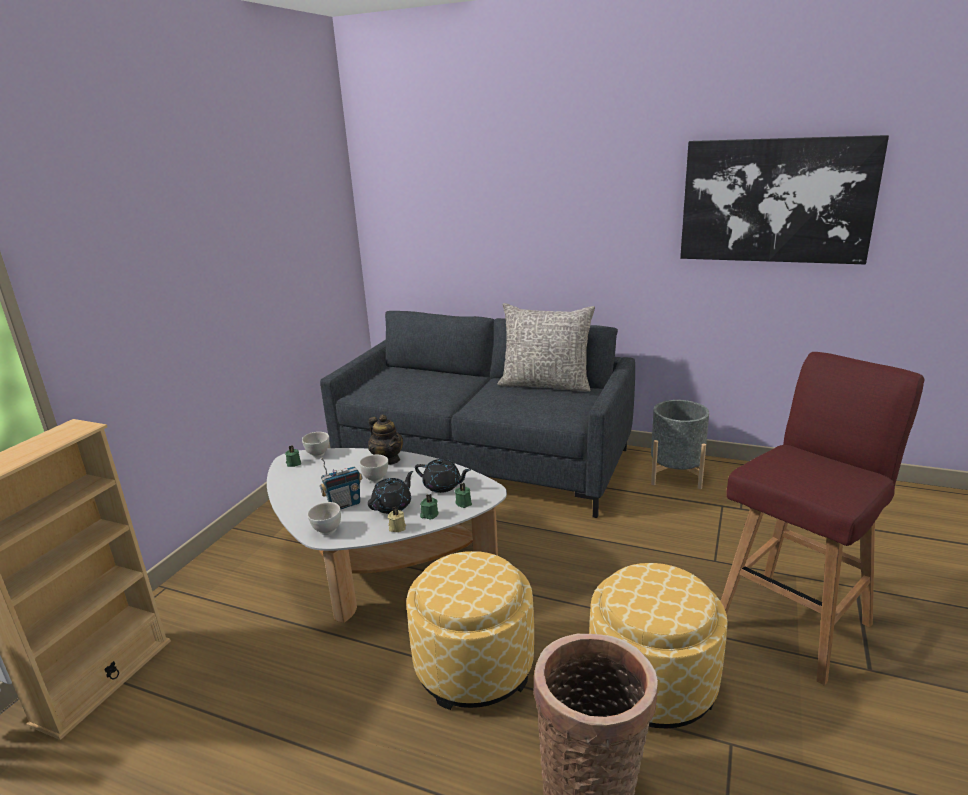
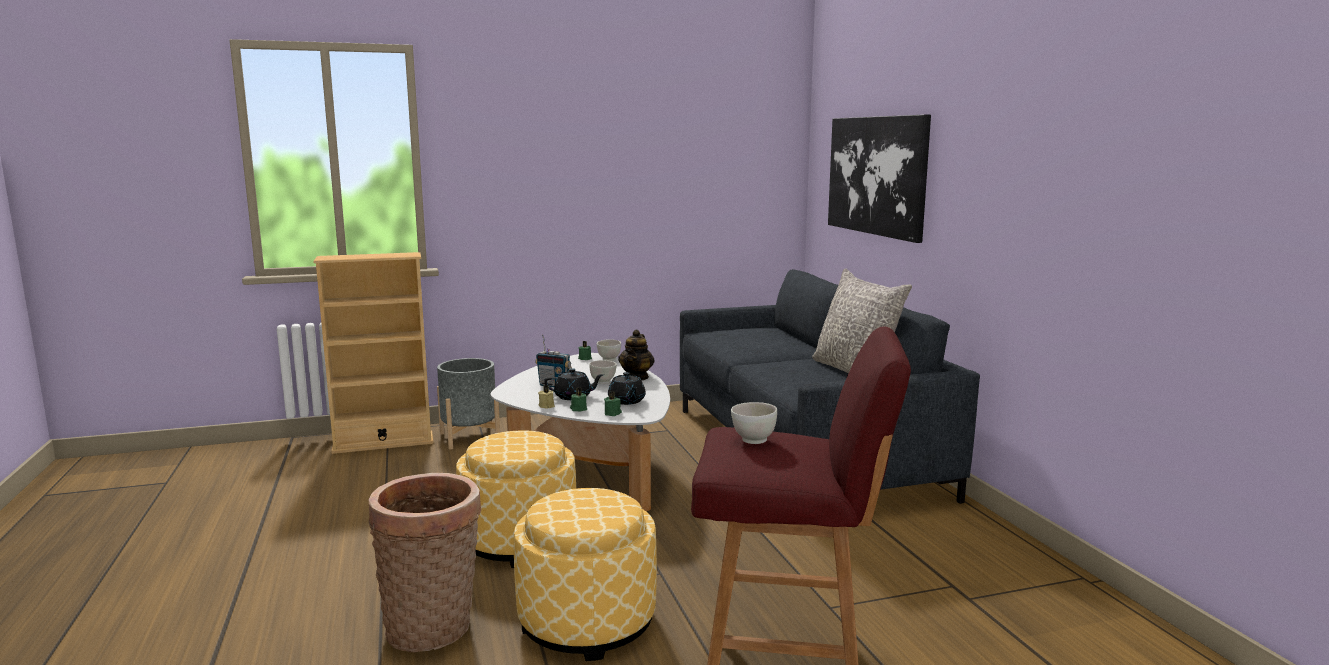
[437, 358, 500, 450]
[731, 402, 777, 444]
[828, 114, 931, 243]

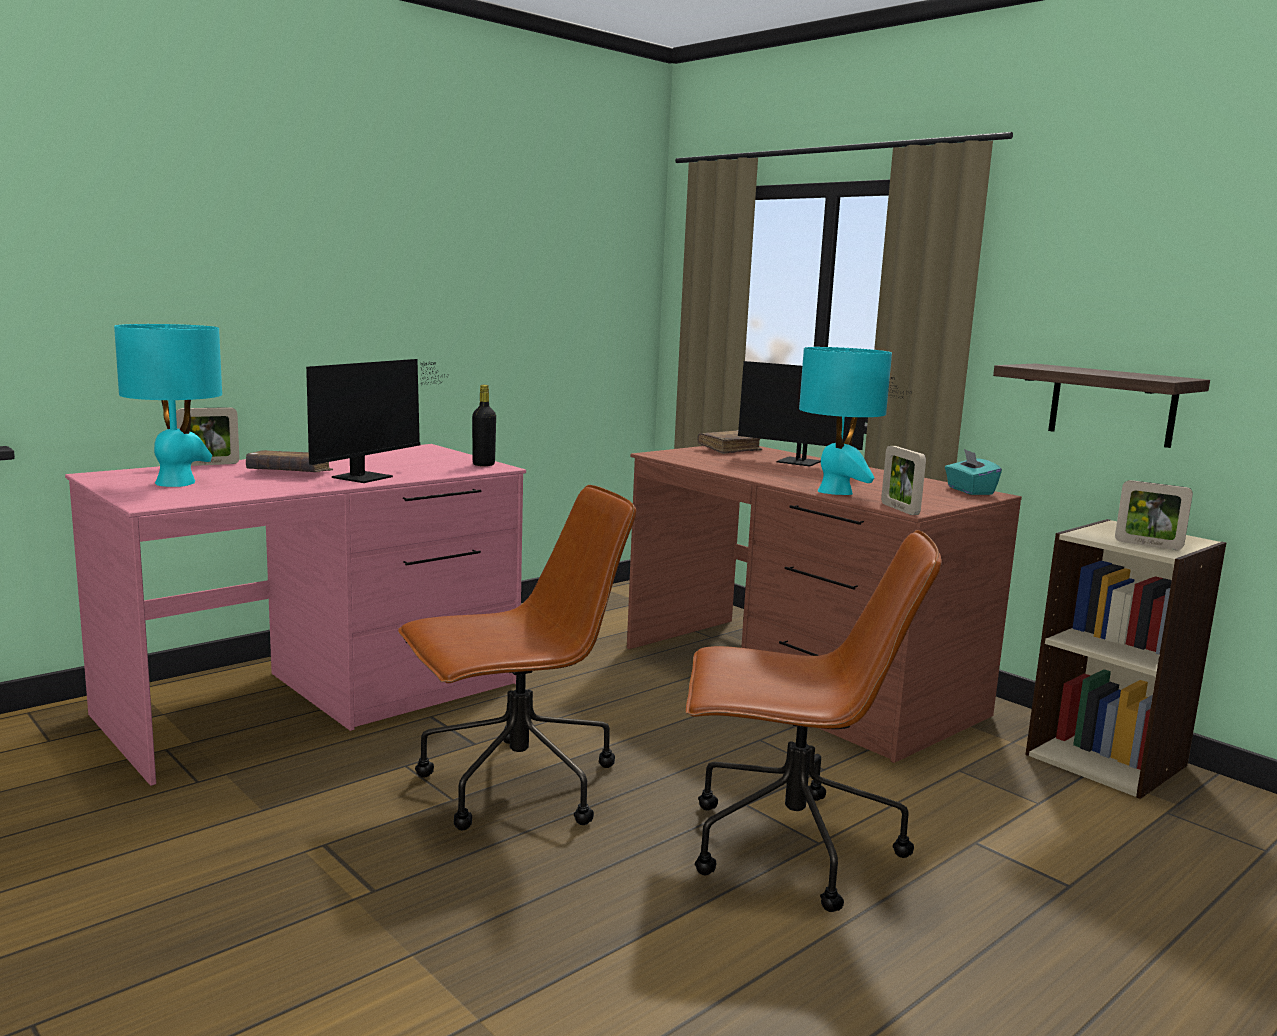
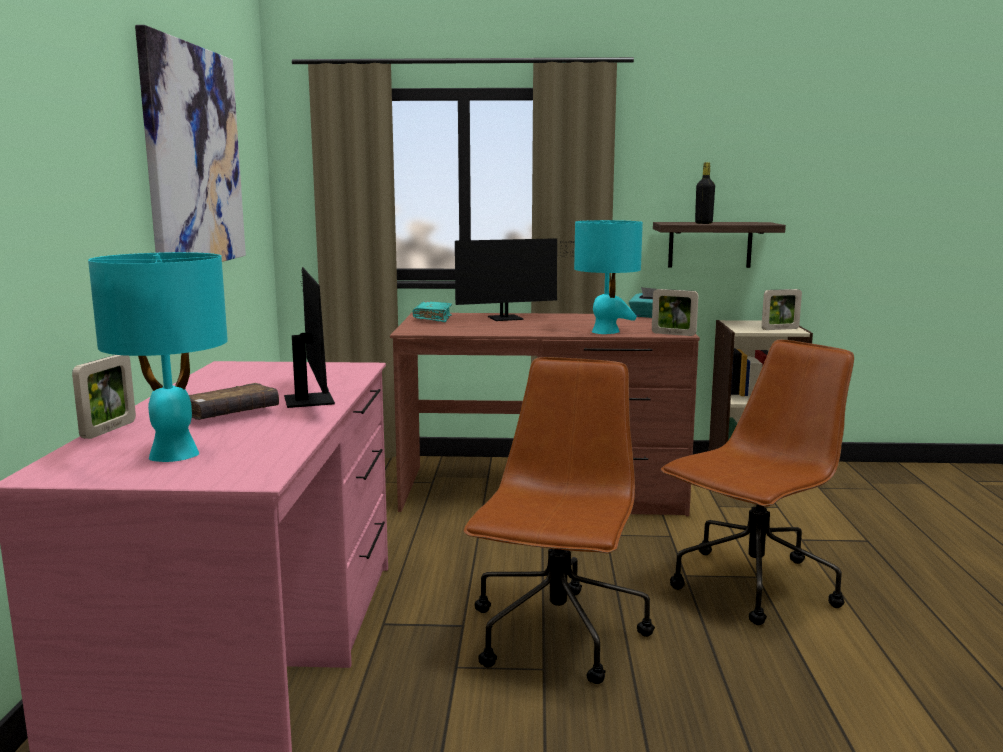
[135, 25, 246, 262]
[413, 301, 452, 322]
[695, 162, 715, 224]

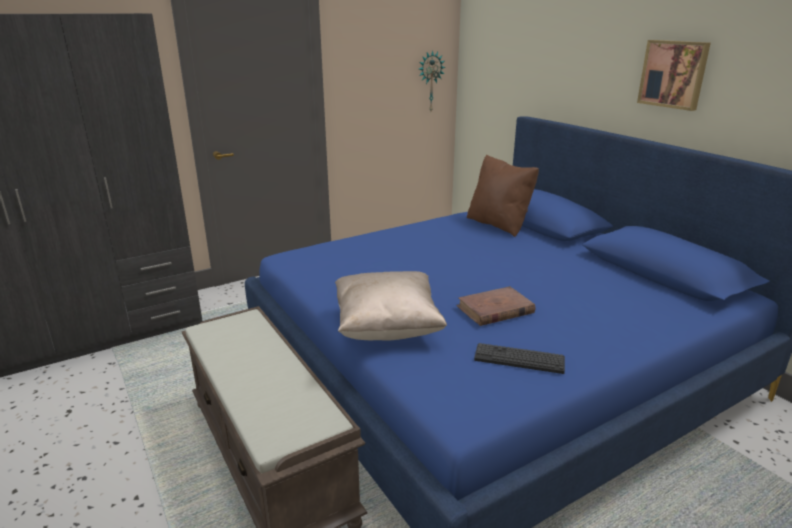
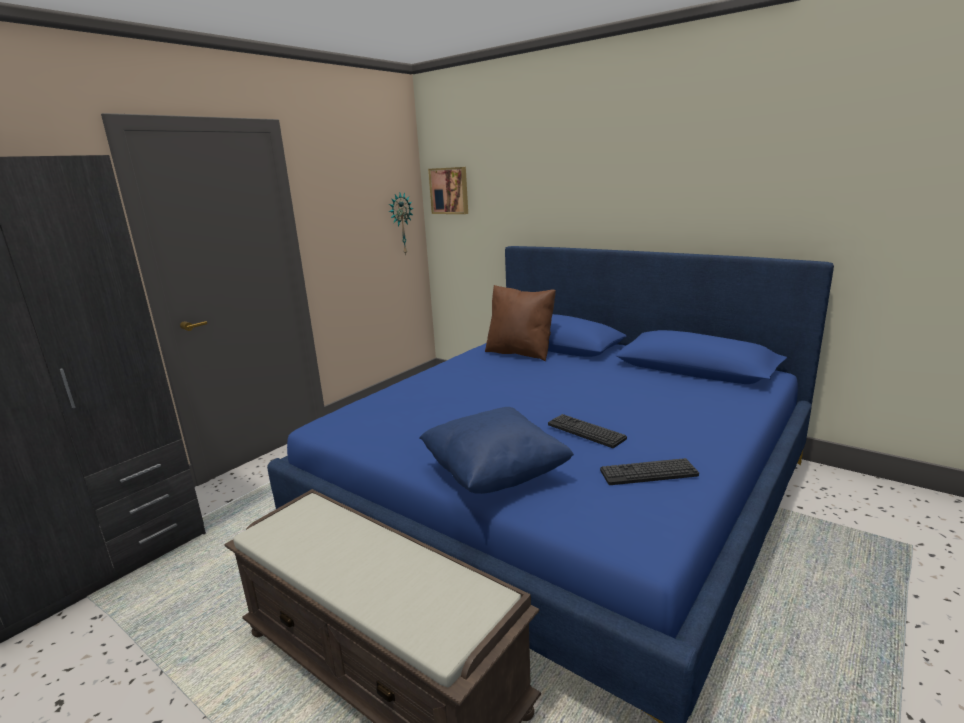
[419, 407, 574, 494]
[428, 167, 468, 214]
[548, 414, 627, 448]

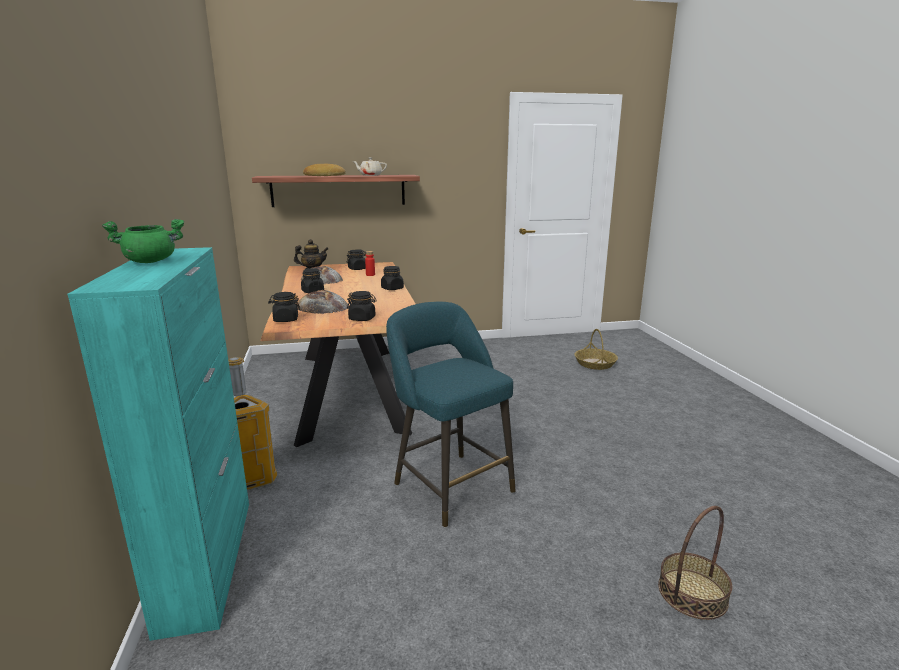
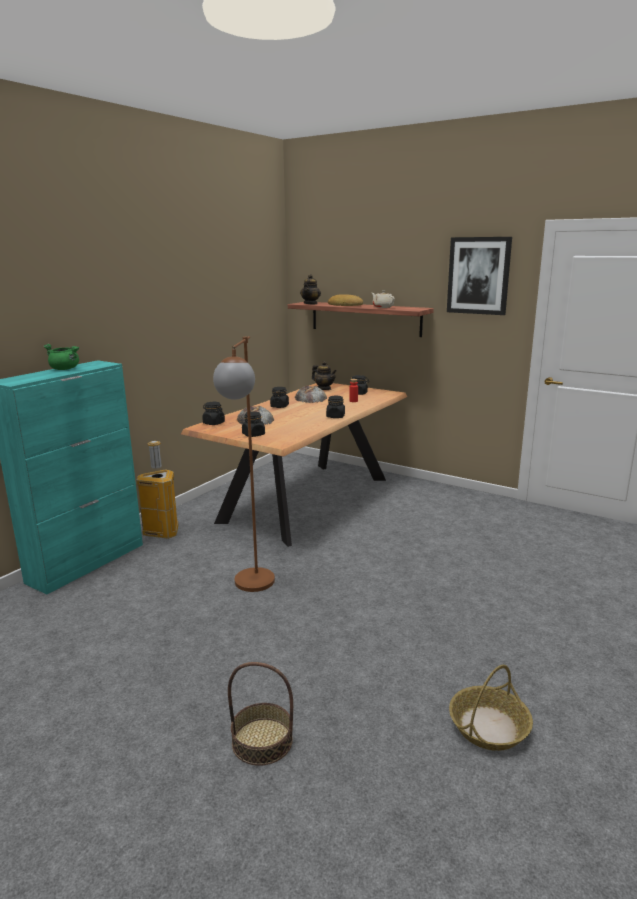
[213, 336, 275, 592]
[300, 274, 321, 304]
[447, 237, 512, 315]
[449, 665, 533, 751]

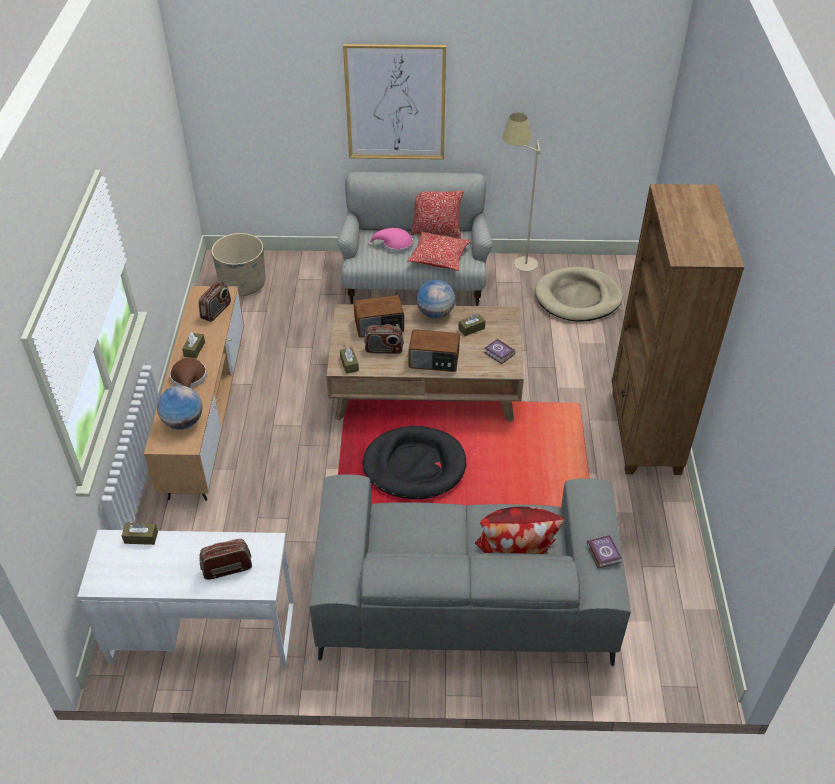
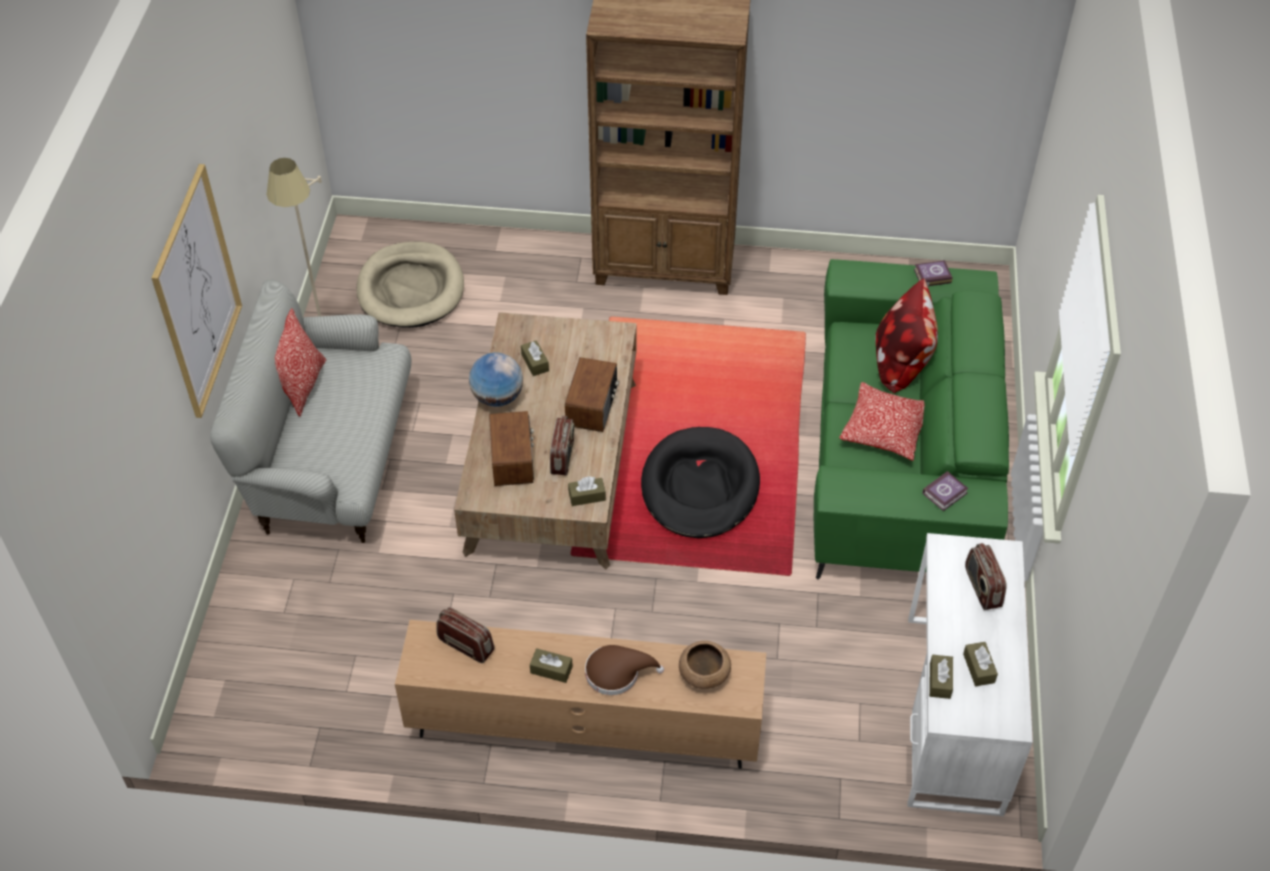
[679, 641, 731, 689]
[814, 259, 1009, 579]
[839, 382, 924, 461]
[923, 471, 969, 511]
[963, 642, 998, 686]
[211, 233, 266, 296] (first image)
[368, 228, 413, 253] (first image)

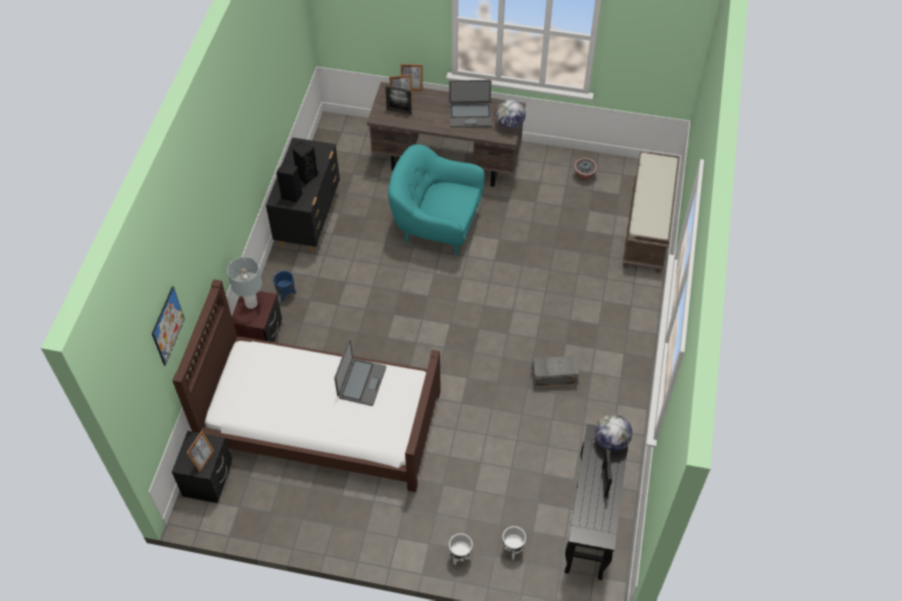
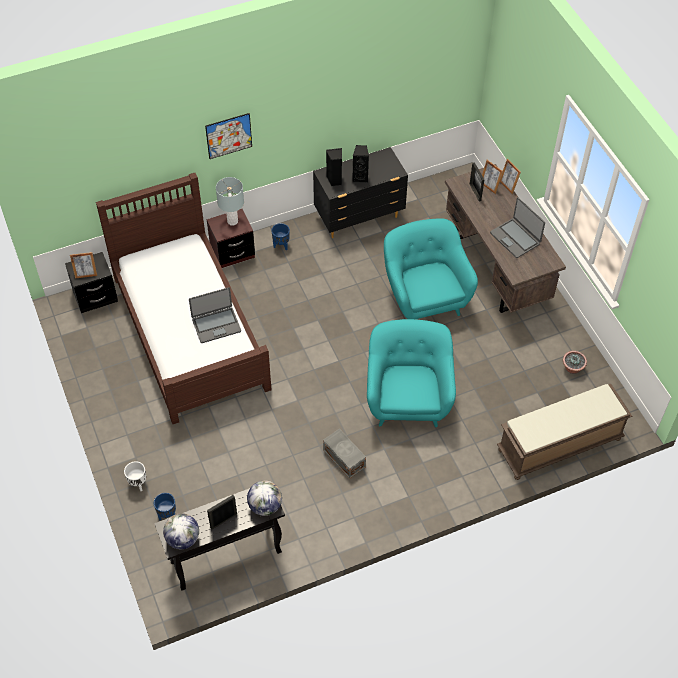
[154, 493, 176, 520]
[163, 513, 199, 549]
[205, 113, 252, 159]
[367, 319, 456, 427]

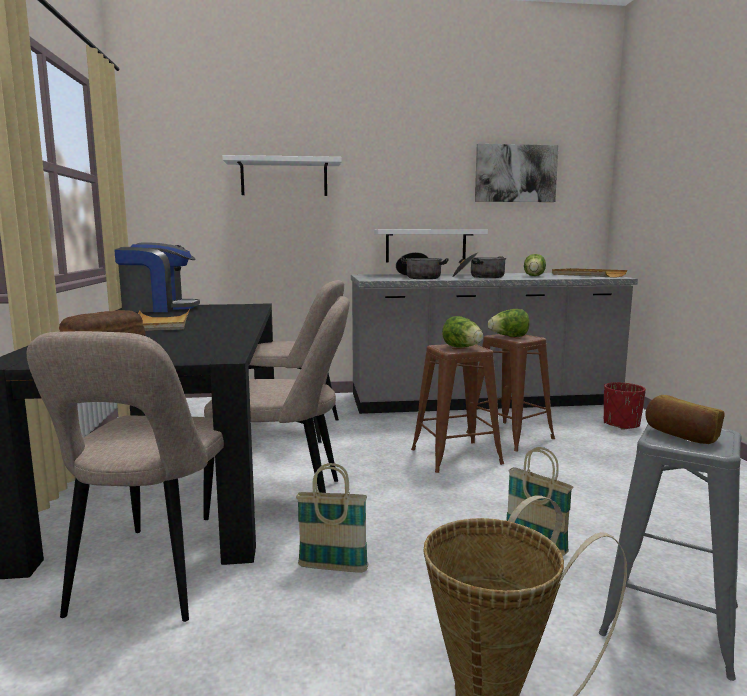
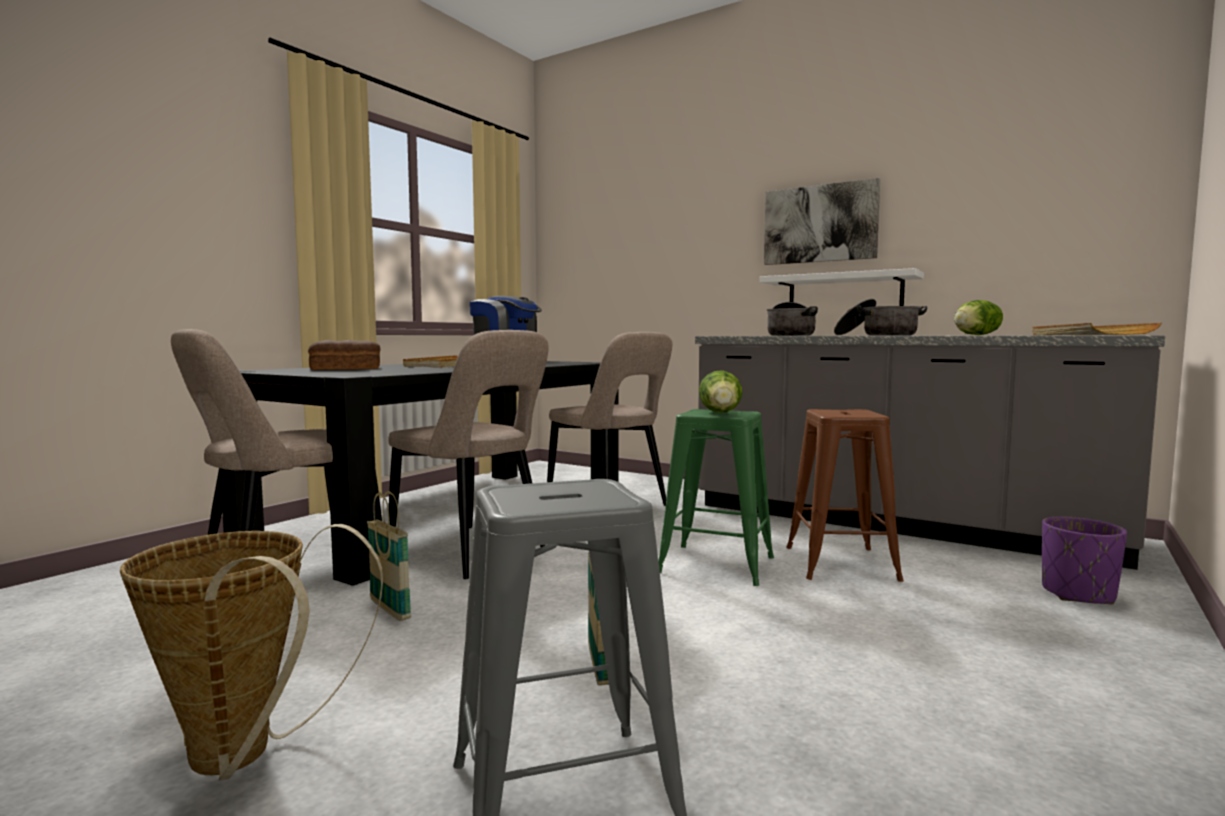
[658, 409, 774, 586]
[764, 178, 880, 265]
[1042, 516, 1127, 605]
[222, 155, 342, 196] (first image)
[488, 309, 530, 337] (first image)
[645, 395, 724, 444] (first image)

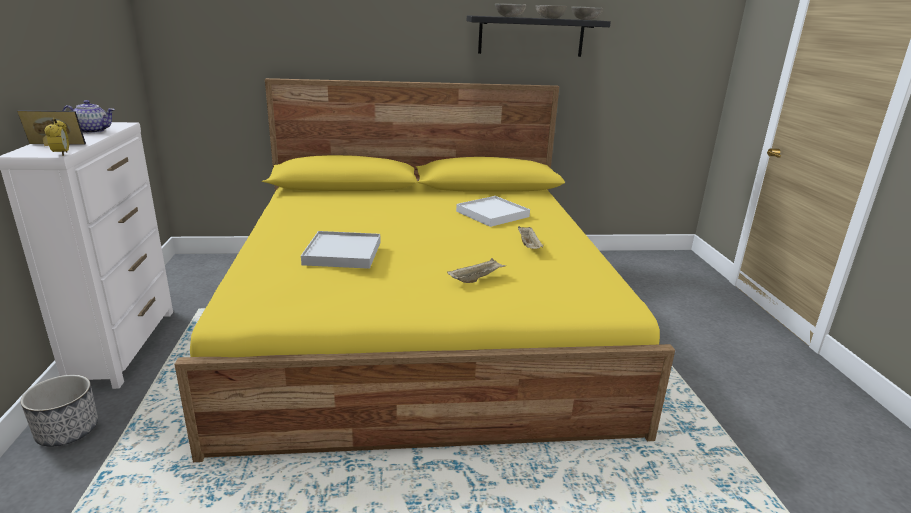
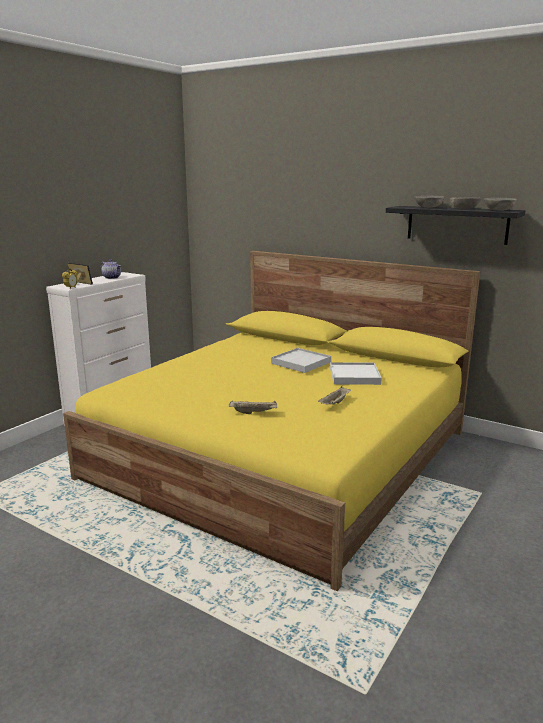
[271, 348, 331, 373]
[20, 375, 98, 447] (first image)

